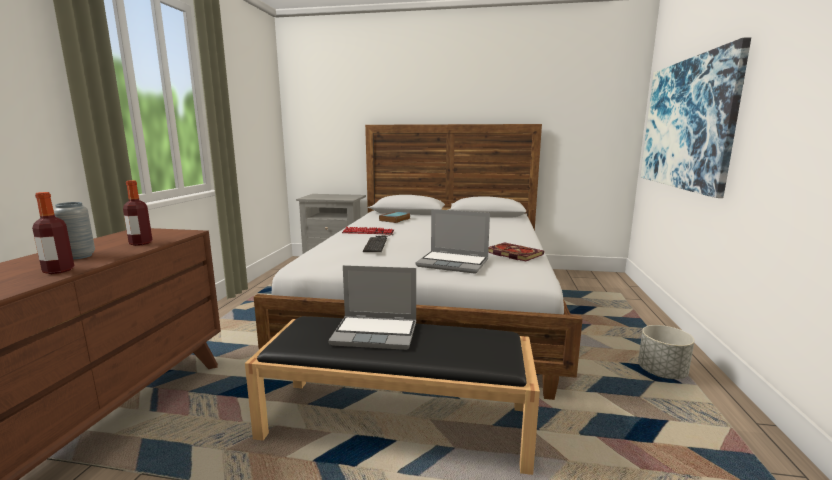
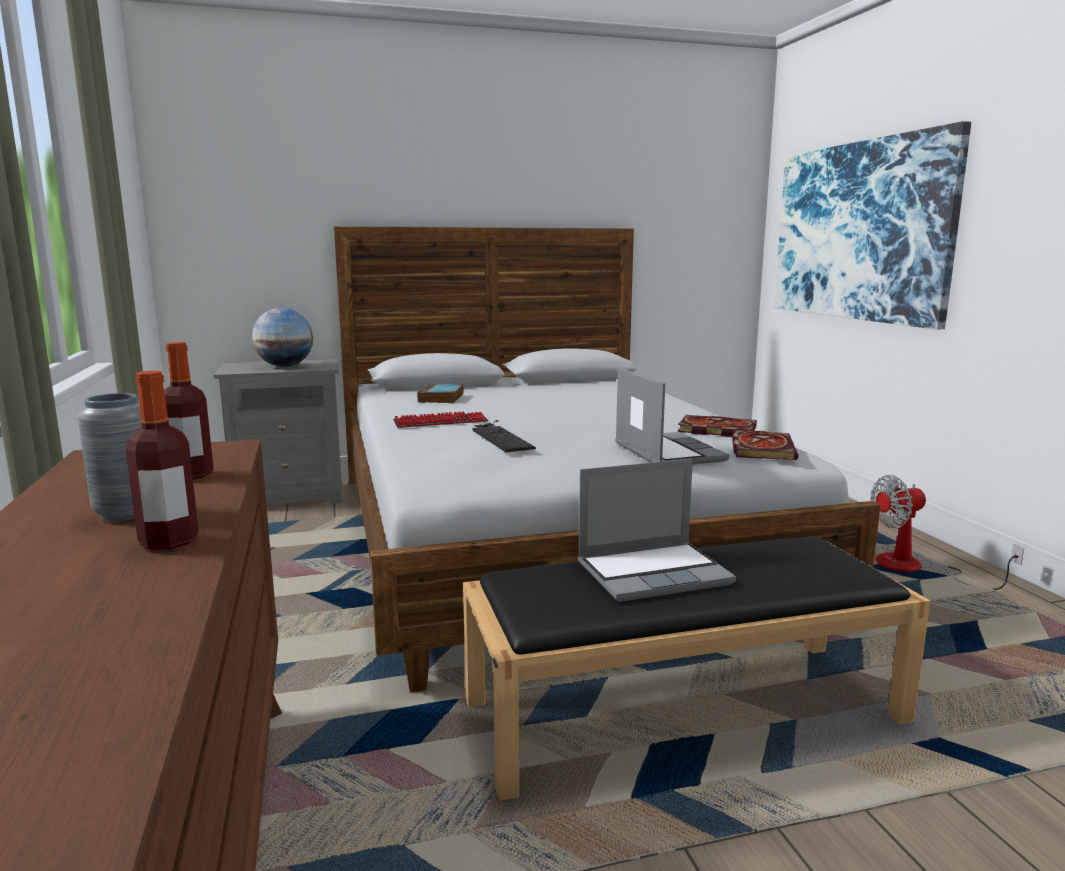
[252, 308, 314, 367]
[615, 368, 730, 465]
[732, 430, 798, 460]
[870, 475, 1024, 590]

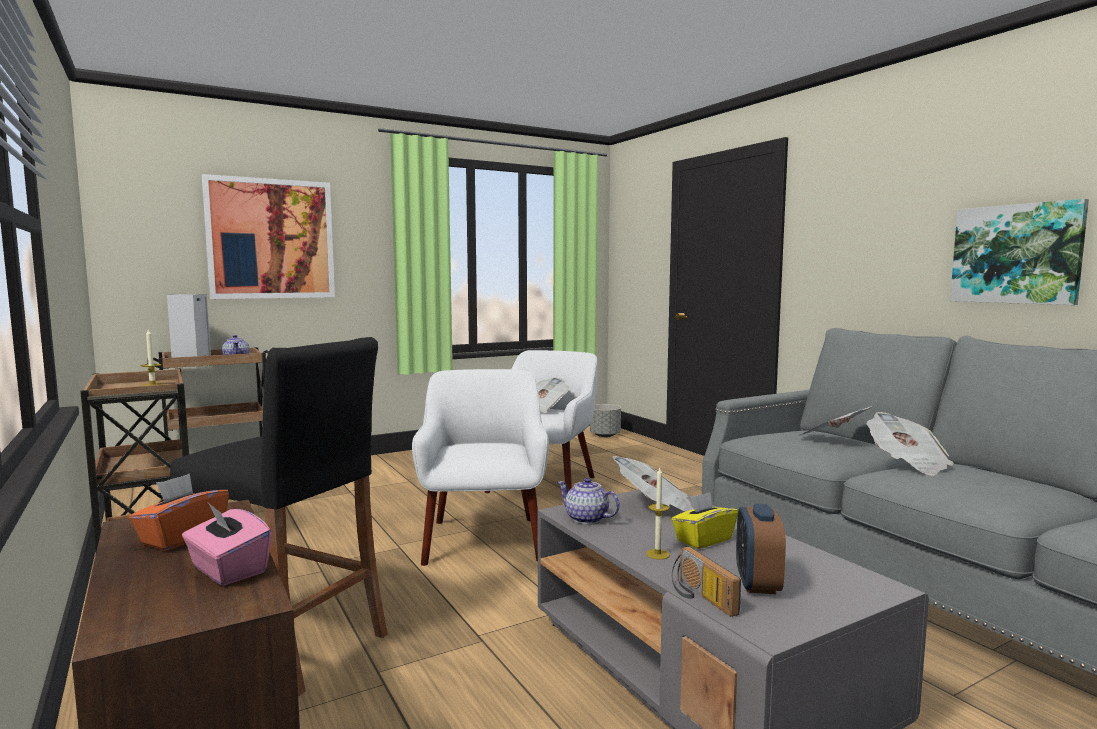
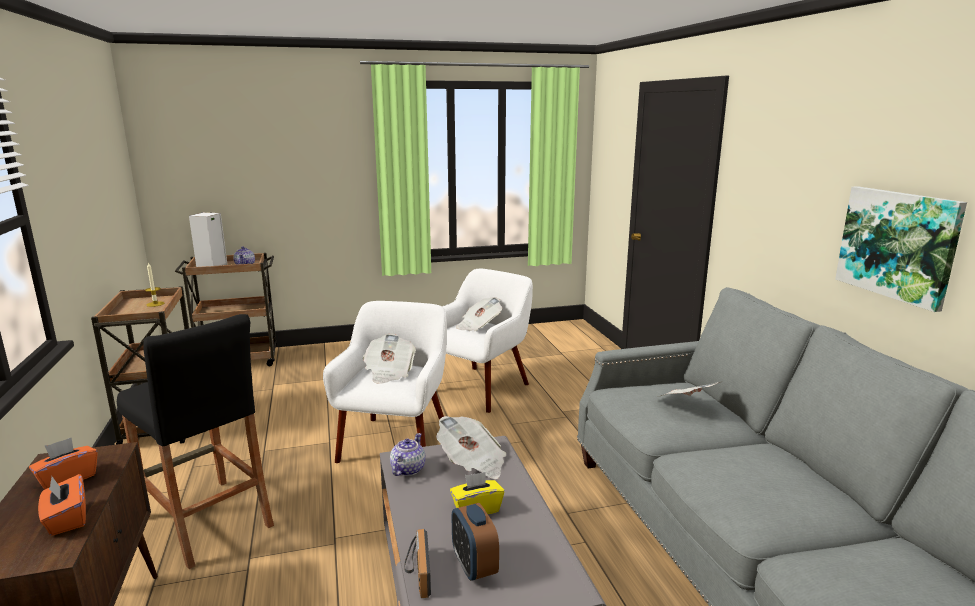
[38, 474, 86, 536]
[363, 334, 416, 384]
[390, 433, 425, 476]
[452, 503, 499, 581]
[202, 174, 335, 299] (first image)
[590, 404, 621, 437] (first image)
[646, 468, 670, 560] (first image)

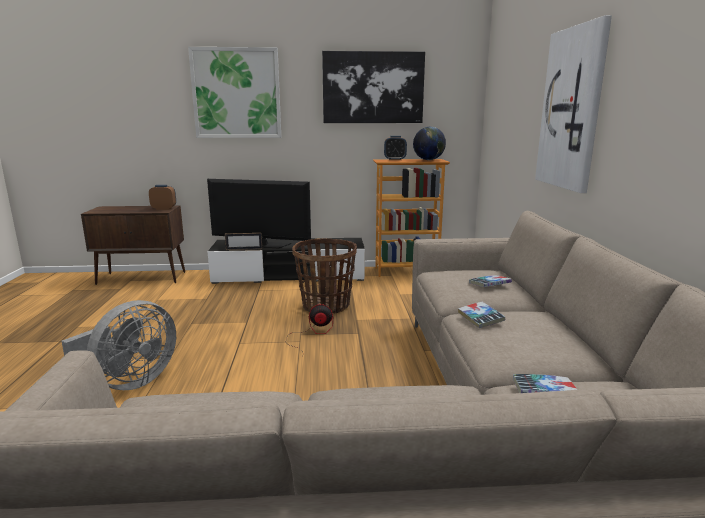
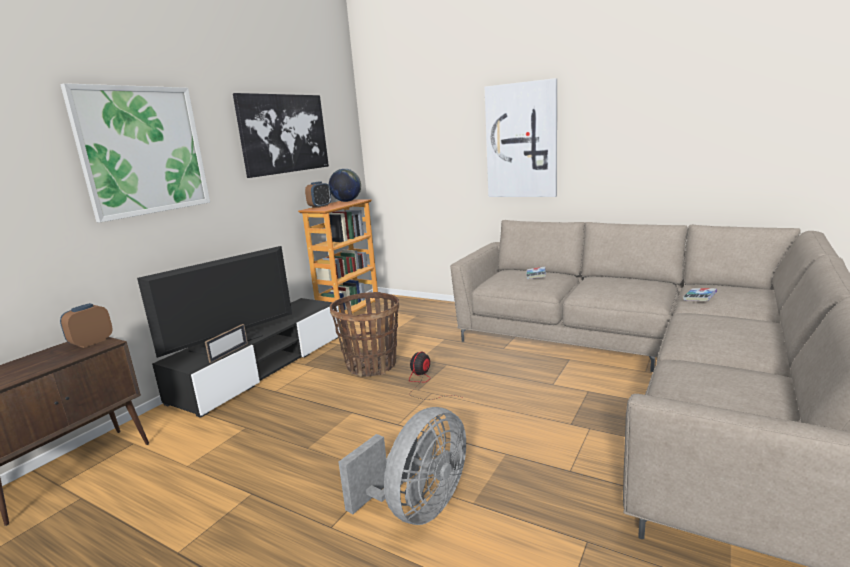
[339, 407, 466, 525]
[458, 302, 505, 328] (first image)

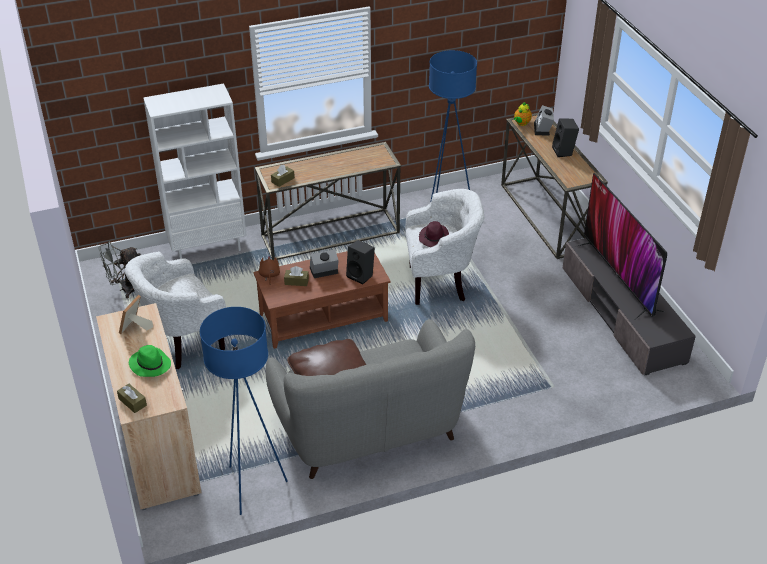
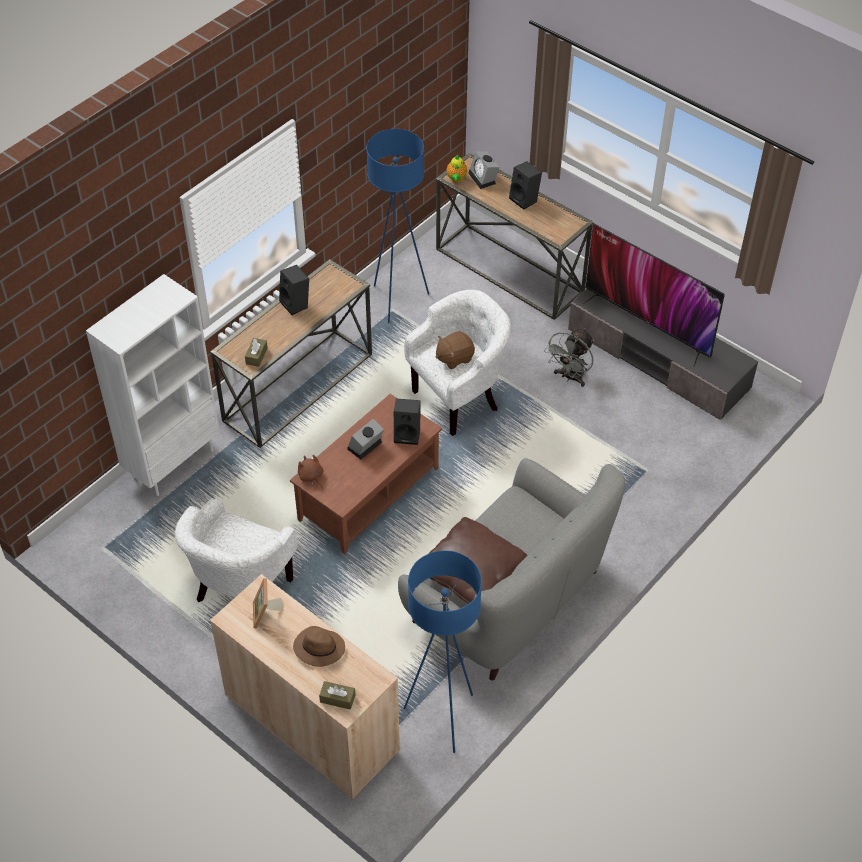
[279, 265, 309, 315]
[293, 626, 345, 667]
[435, 331, 475, 369]
[544, 328, 594, 387]
[284, 266, 309, 286] (first image)

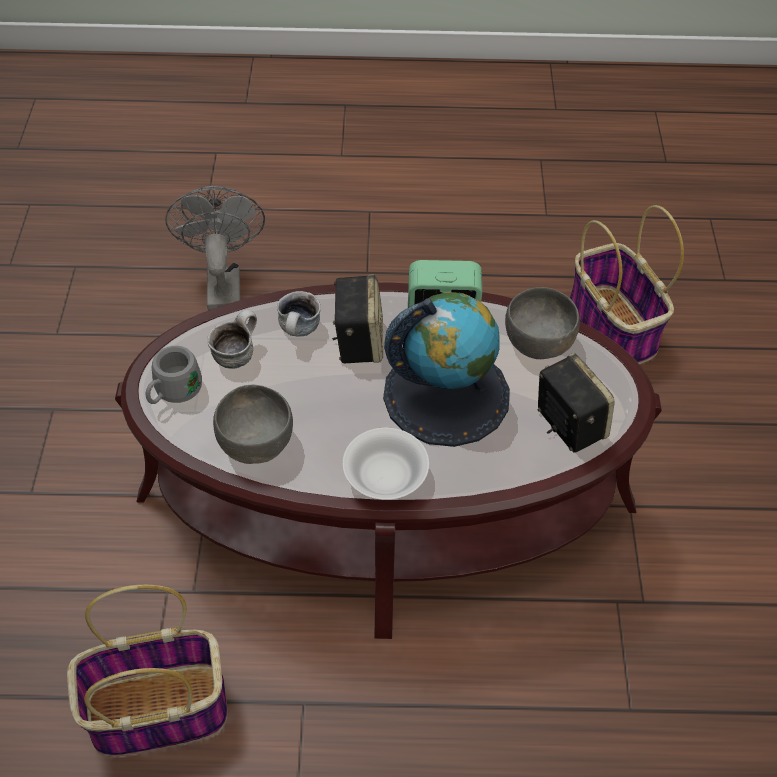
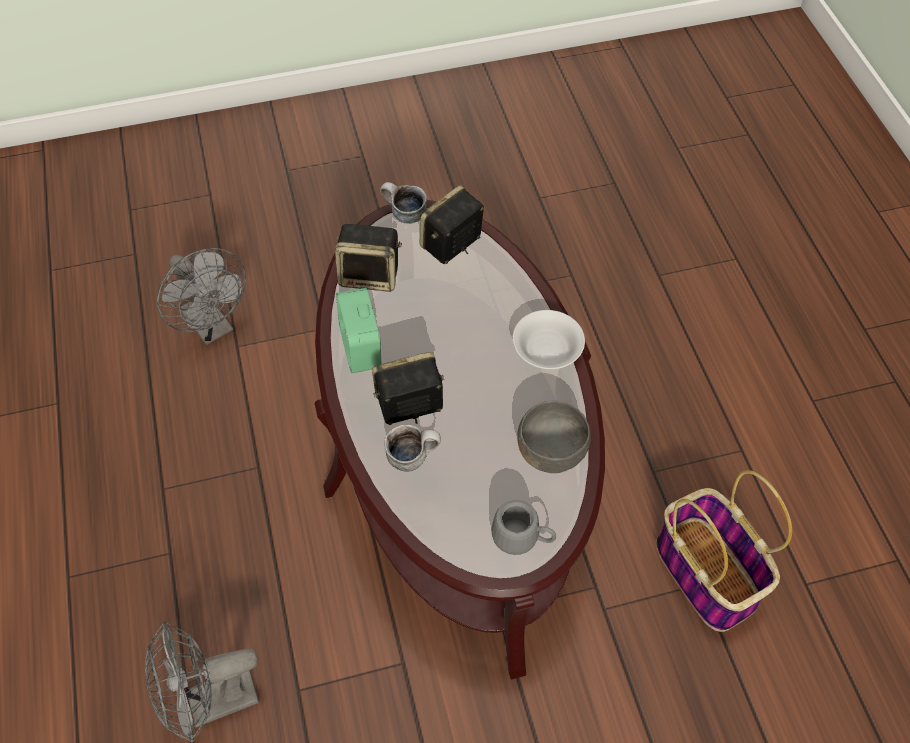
[157, 248, 246, 345]
[335, 224, 402, 292]
[380, 182, 427, 224]
[383, 292, 510, 447] (first image)

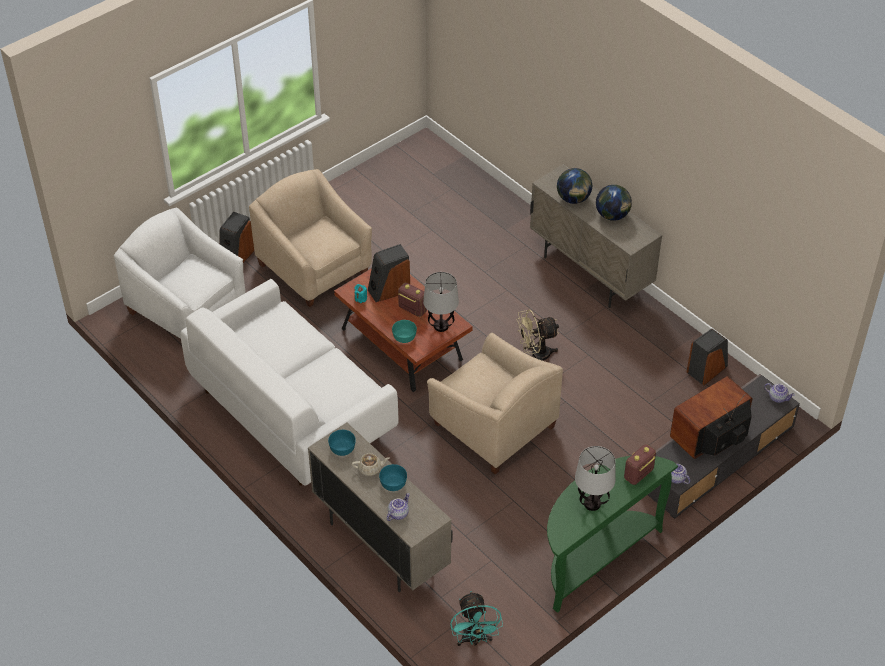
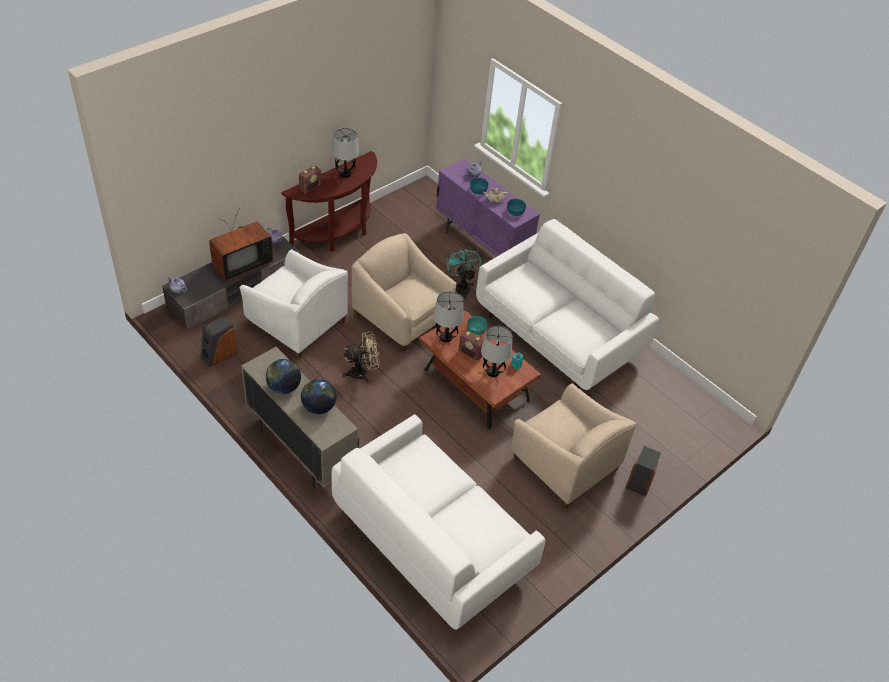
[240, 249, 348, 359]
[281, 151, 377, 252]
[332, 414, 545, 630]
[436, 159, 540, 256]
[446, 246, 481, 300]
[481, 326, 513, 377]

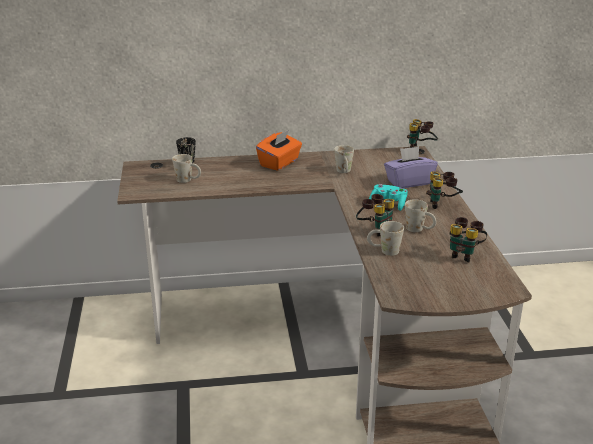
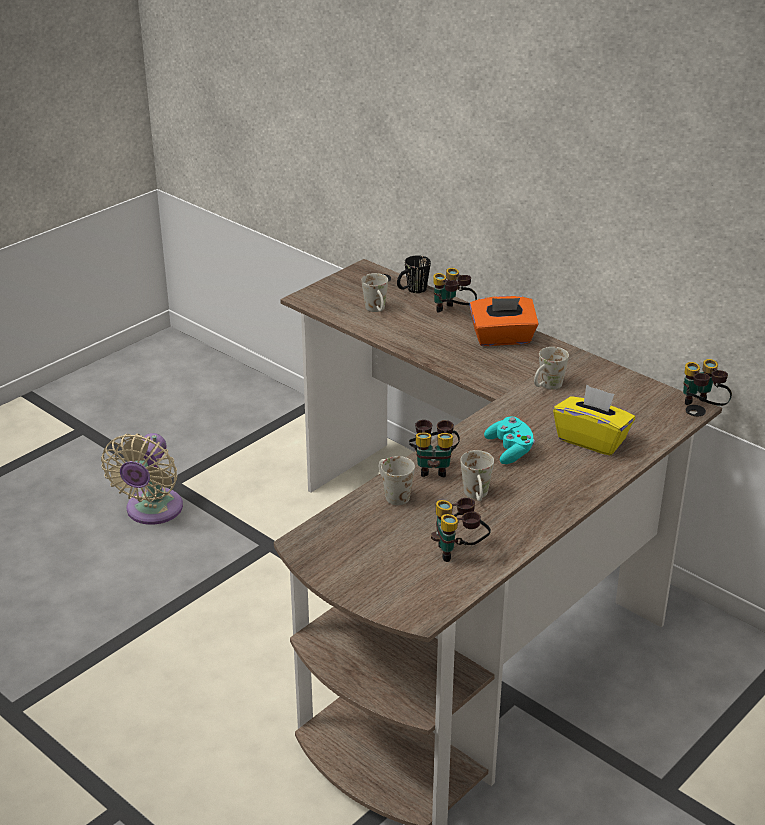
[101, 433, 183, 525]
[433, 268, 477, 312]
[553, 385, 635, 456]

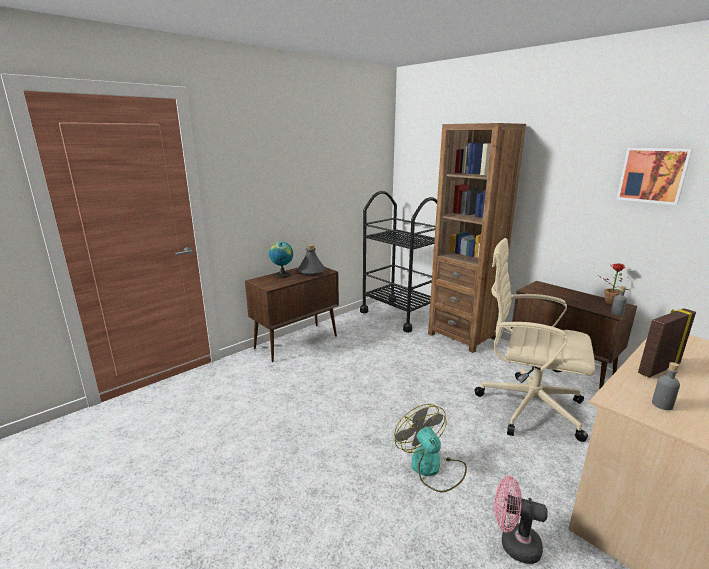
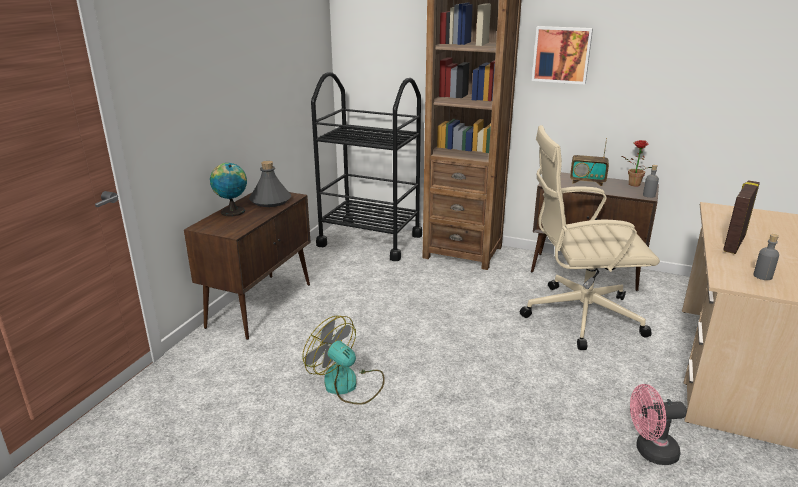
[302, 316, 385, 405]
[532, 26, 593, 84]
[570, 138, 609, 186]

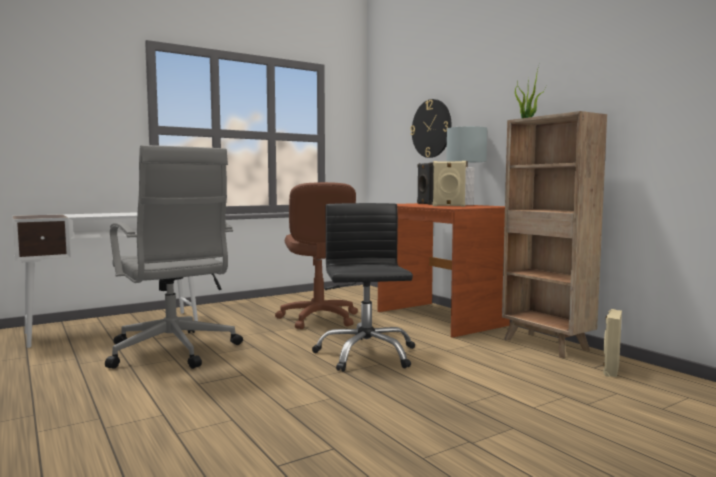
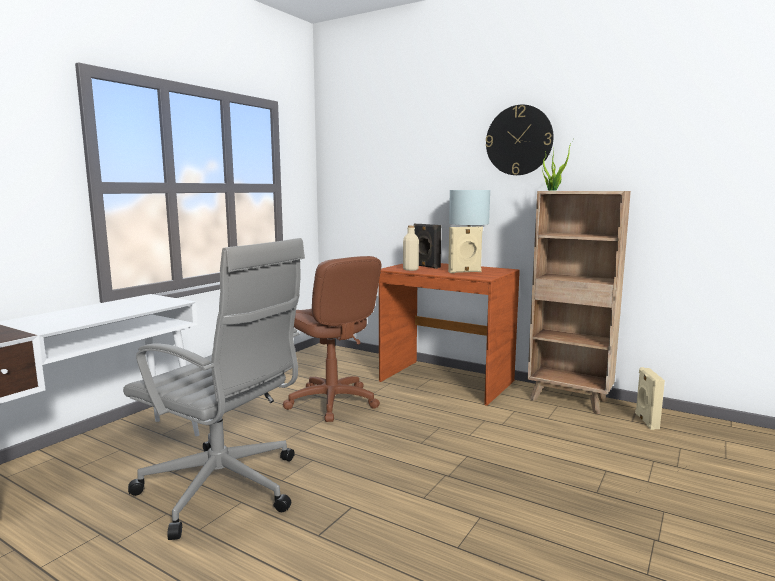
[403, 225, 419, 271]
[486, 105, 554, 175]
[312, 203, 415, 372] (first image)

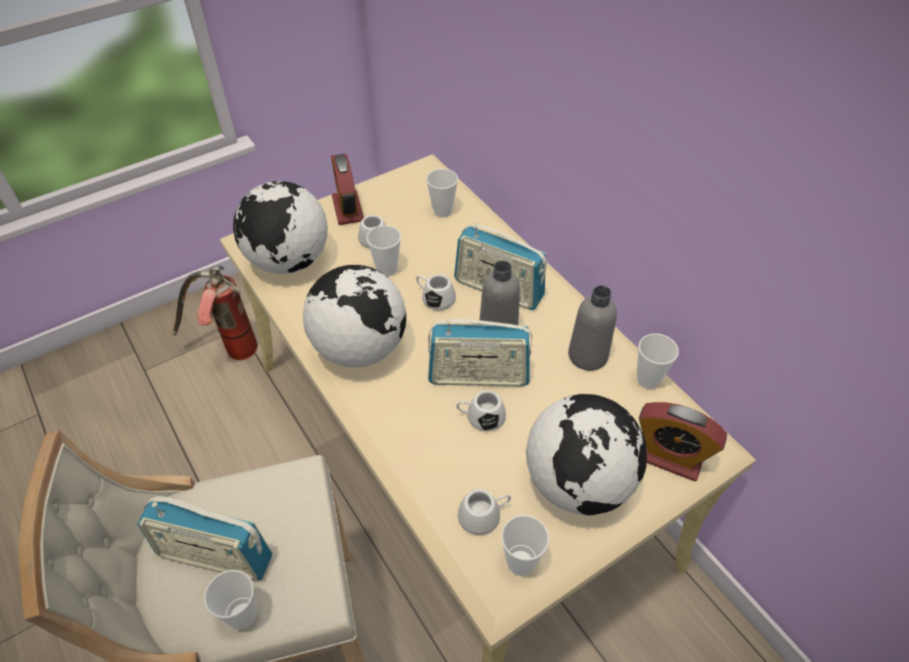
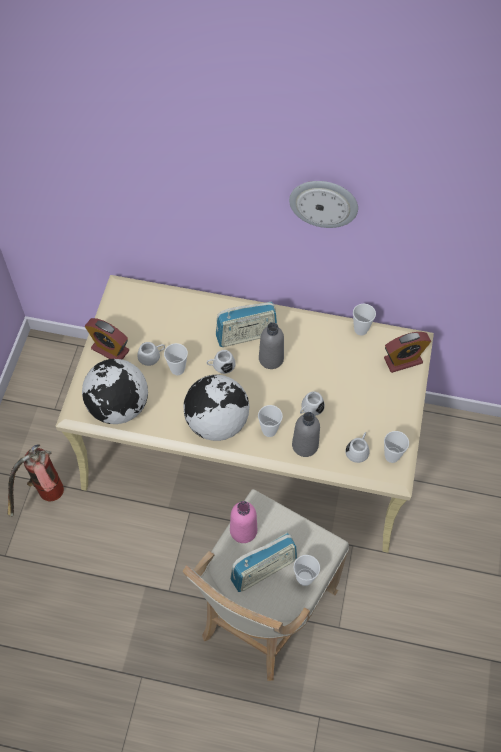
[230, 501, 257, 543]
[258, 405, 283, 437]
[289, 181, 358, 228]
[292, 412, 320, 457]
[428, 319, 532, 386] (first image)
[526, 394, 647, 515] (first image)

